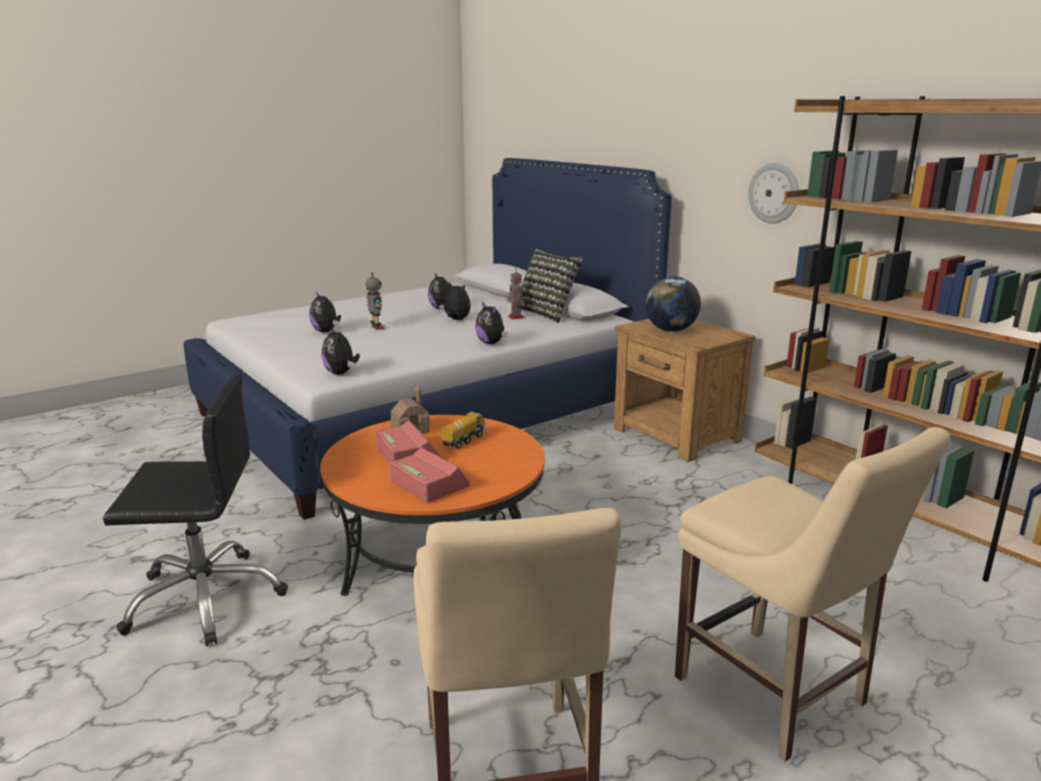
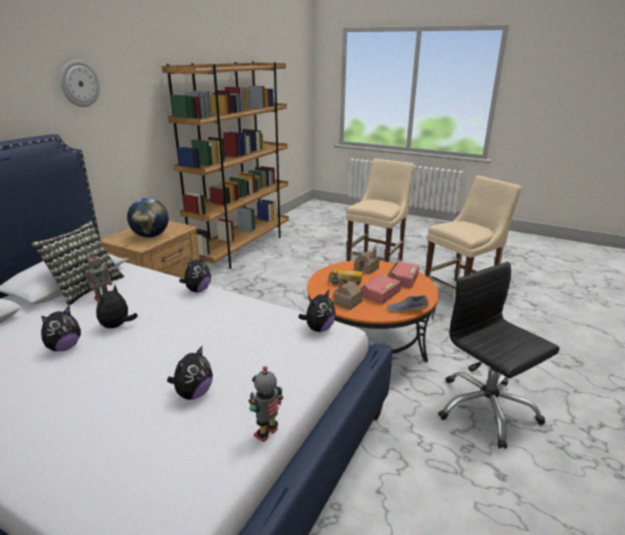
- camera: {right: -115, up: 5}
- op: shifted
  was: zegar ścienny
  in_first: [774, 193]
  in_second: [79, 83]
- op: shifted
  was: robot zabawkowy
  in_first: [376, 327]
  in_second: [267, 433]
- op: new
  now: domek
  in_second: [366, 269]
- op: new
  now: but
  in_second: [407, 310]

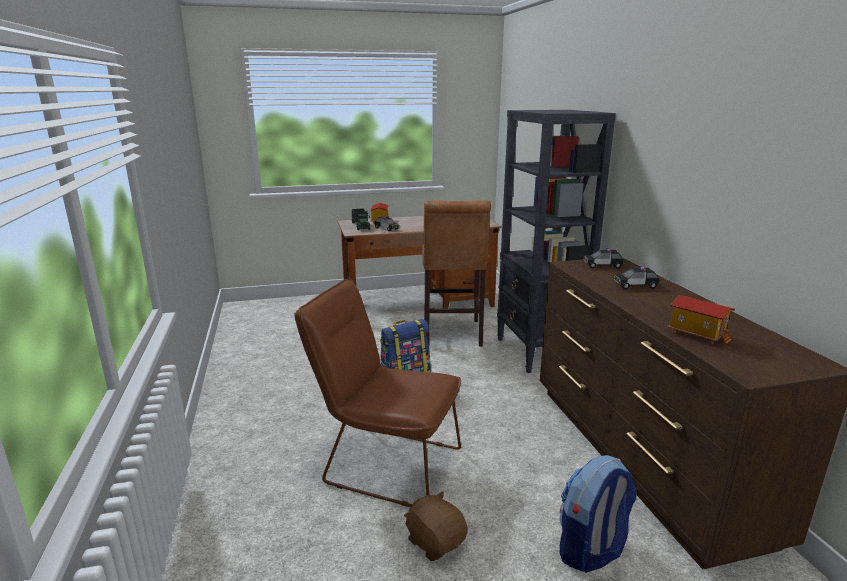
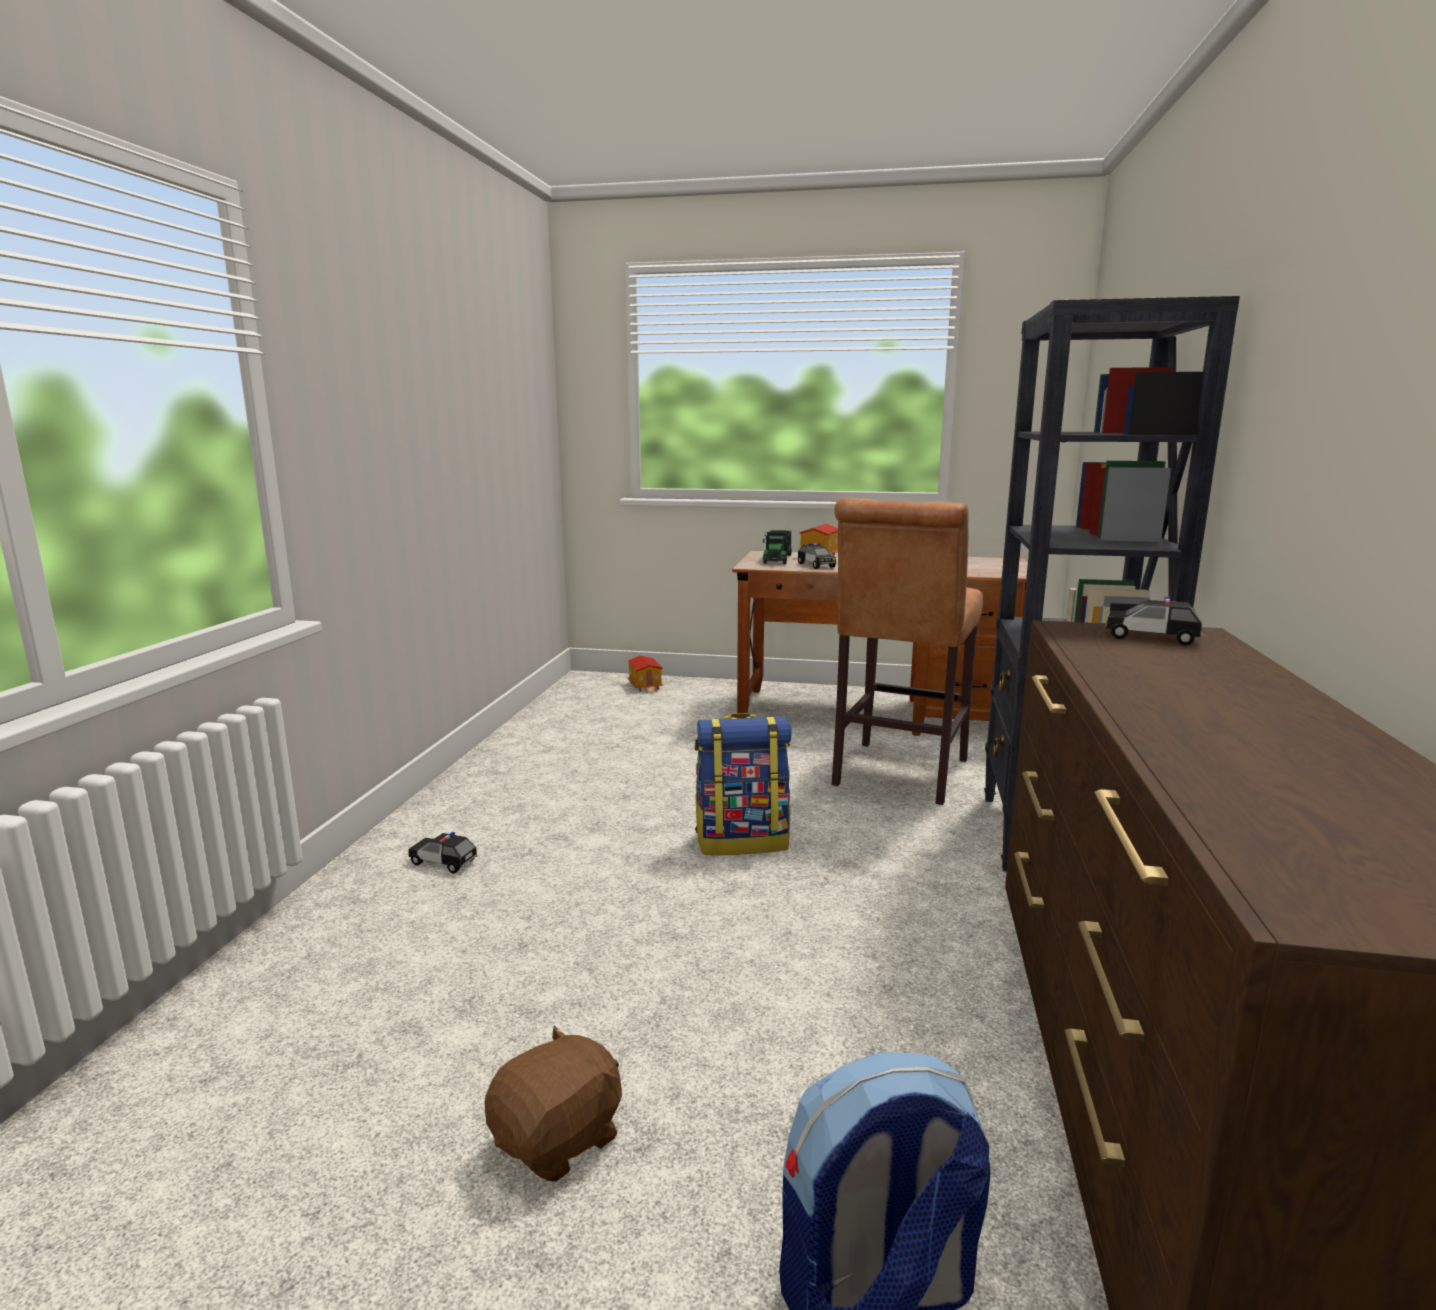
- camera: {right: 25, up: -5}
- op: shifted
  was: samochodzik
  in_first: [635, 286]
  in_second: [444, 862]
- op: gone
  was: krzesło (brązowy)
  in_first: [385, 463]
- op: shifted
  was: domek
  in_first: [697, 334]
  in_second: [646, 686]
- op: rotated
  was: pluszak (brązowy)
  in_first: [435, 541]
  in_second: [559, 1139]
  clockwise: 60

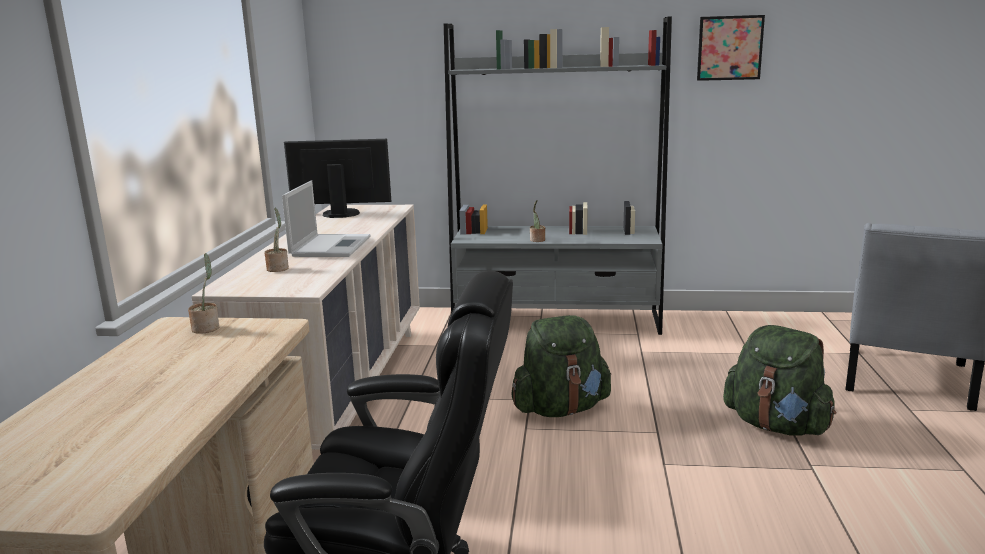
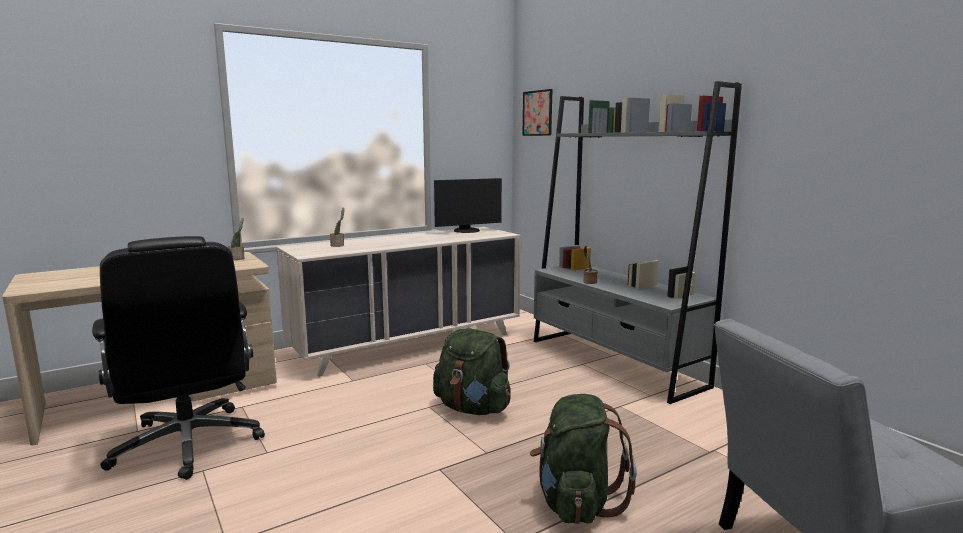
- camera: {right: 50, up: -5}
- op: shifted
  was: obraz
  in_first: [729, 48]
  in_second: [537, 113]
- op: rotated
  was: monitor
  in_first: [341, 213]
  in_second: [467, 231]
  clockwise: 105
- op: gone
  was: laptop
  in_first: [331, 246]

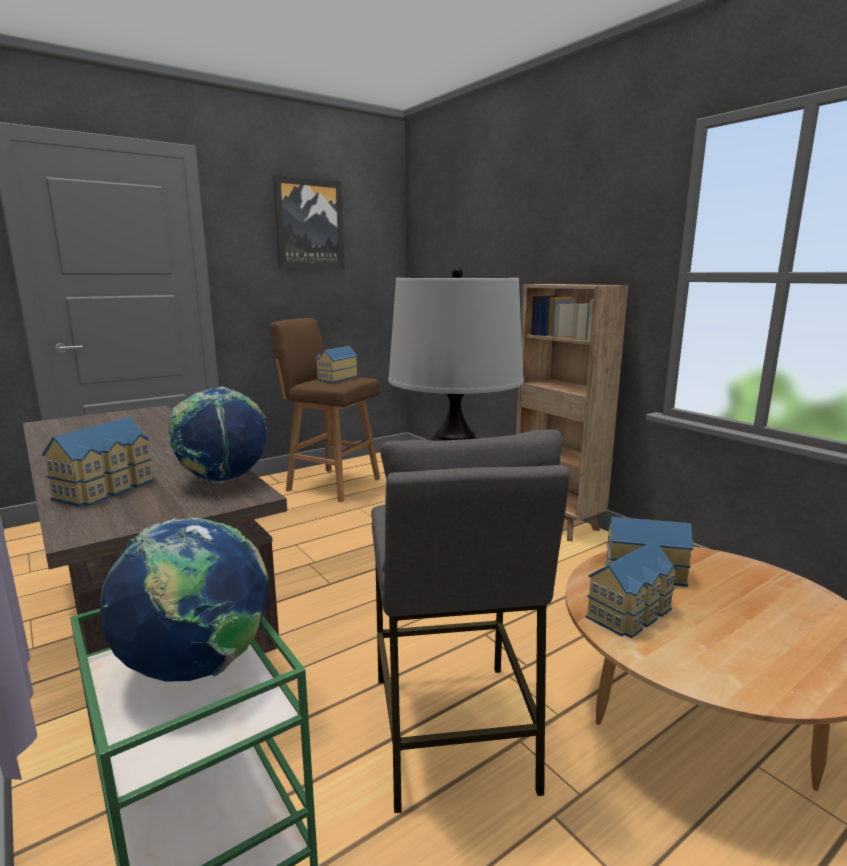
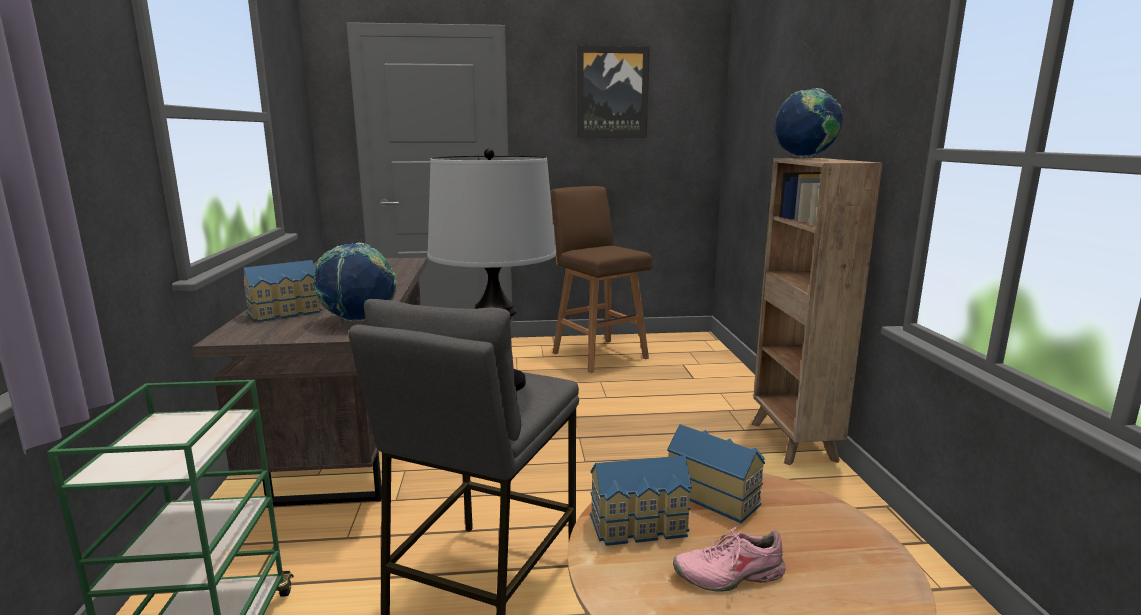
- camera: {right: 30, up: 0}
- op: gone
  was: domek
  in_first: [336, 378]
- op: shifted
  was: globus
  in_first: [198, 668]
  in_second: [805, 158]
- op: new
  now: but (różowy)
  in_second: [728, 574]

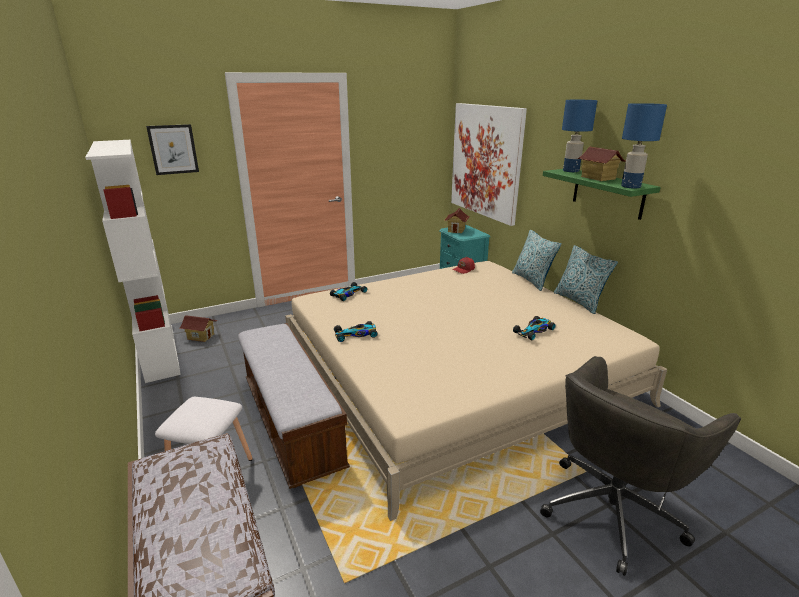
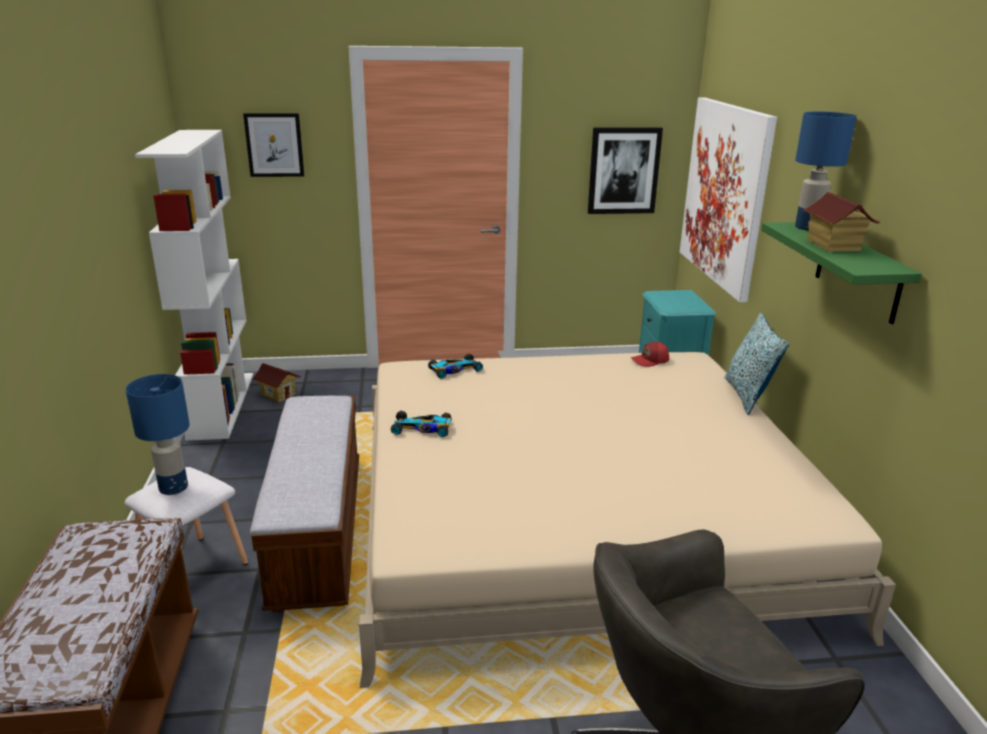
- camera: {right: 20, up: 0}
- op: shifted
  was: lampa stołowa (niebieski)
  in_first: [630, 186]
  in_second: [174, 487]
- op: gone
  was: domek
  in_first: [456, 230]
- op: gone
  was: poduszka
  in_first: [579, 301]
- op: gone
  was: samochodzik
  in_first: [534, 331]
- op: new
  now: obraz
  in_second: [623, 170]

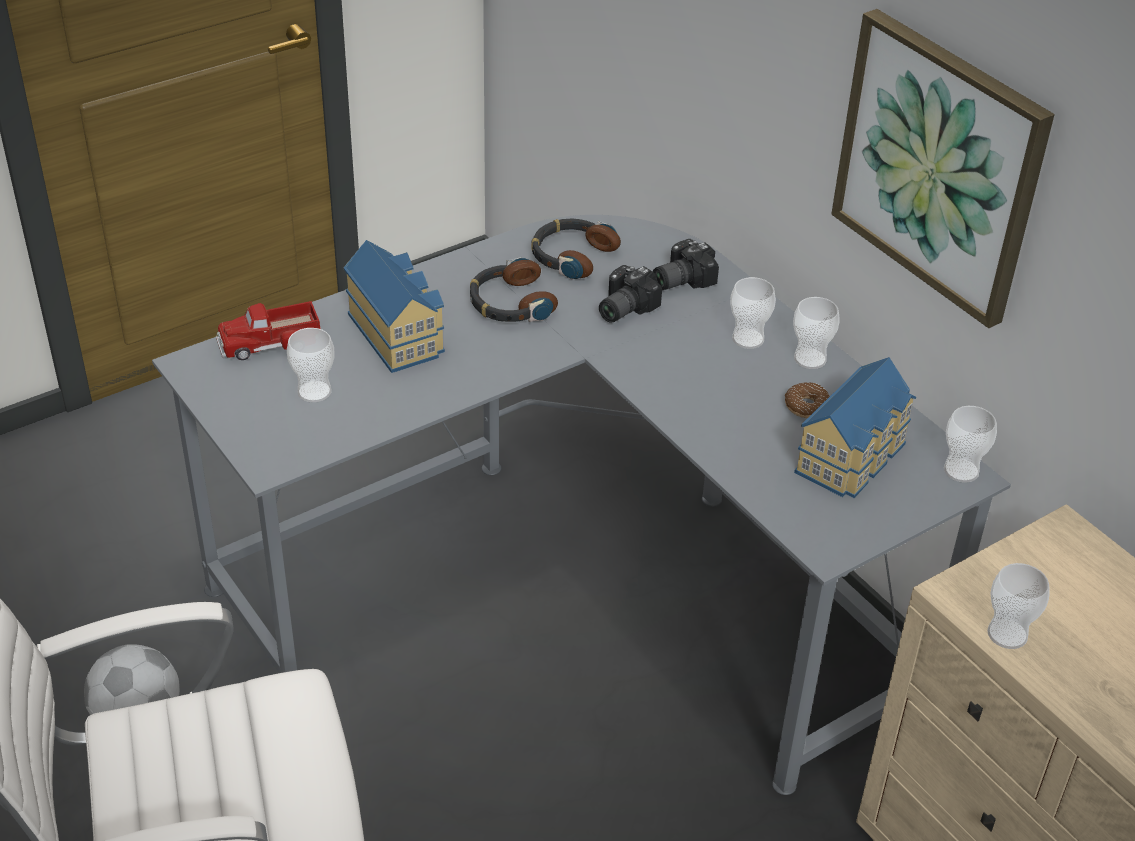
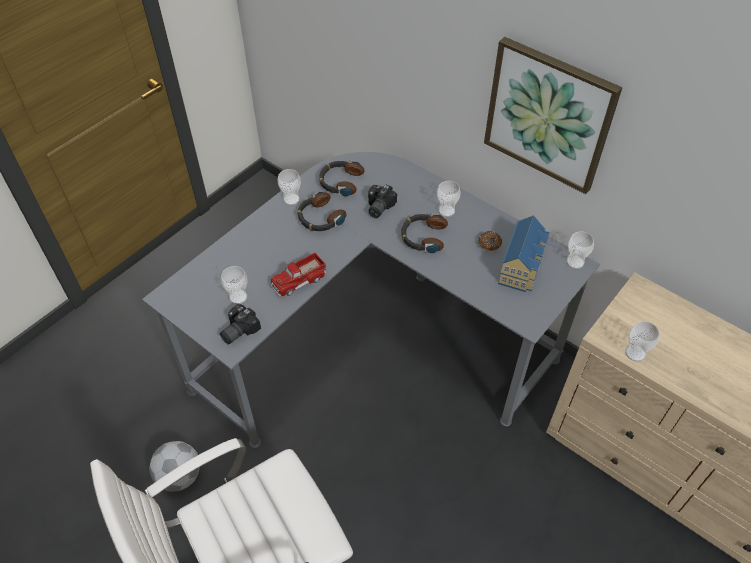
- camera: {right: -15, up: 10}
- op: shifted
  was: aparat fotograficzny
  in_first: [679, 279]
  in_second: [237, 330]
- op: gone
  was: domek
  in_first: [398, 333]
- op: shifted
  was: filiżanka
  in_first: [810, 359]
  in_second: [291, 199]
- op: shifted
  was: ciężarówka zabawkowa
  in_first: [270, 342]
  in_second: [299, 280]
- op: new
  now: słuchawki
  in_second: [423, 237]

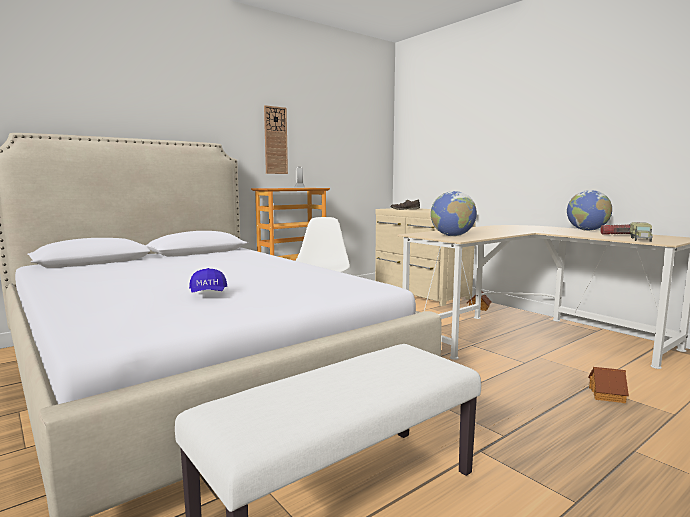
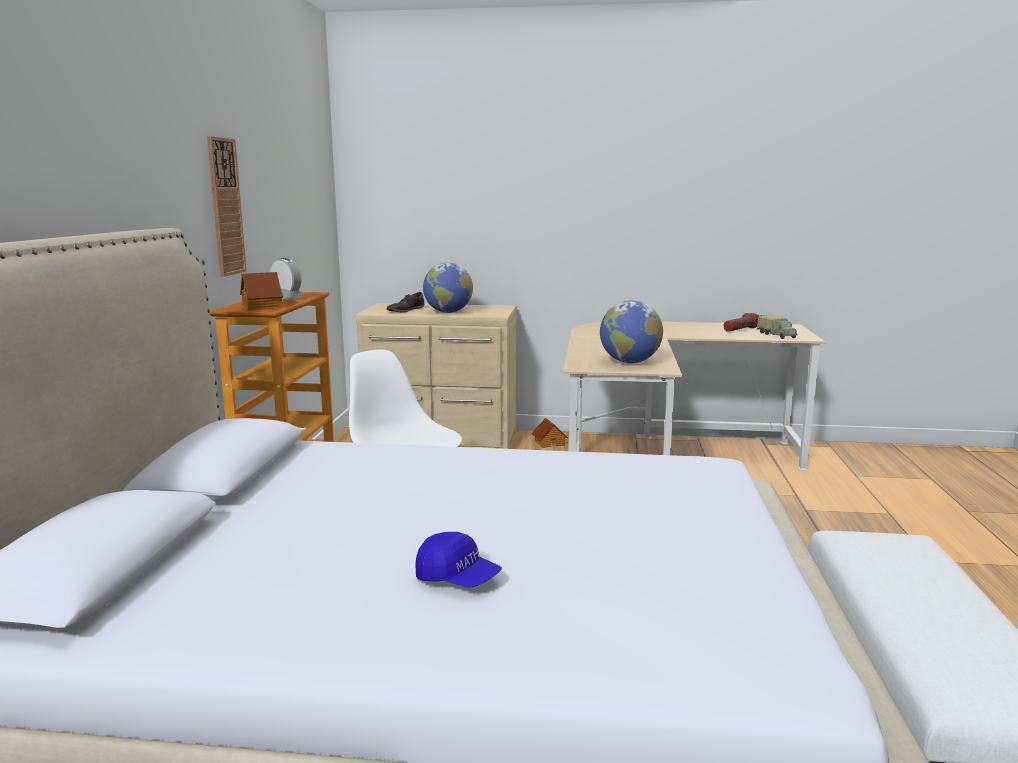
- camera: {right: -45, up: 5}
- op: shifted
  was: globus
  in_first: [587, 230]
  in_second: [448, 312]
- op: shifted
  was: czapka z daszkiem (niebieski)
  in_first: [208, 294]
  in_second: [458, 579]
- op: shifted
  was: domek
  in_first: [607, 395]
  in_second: [263, 306]

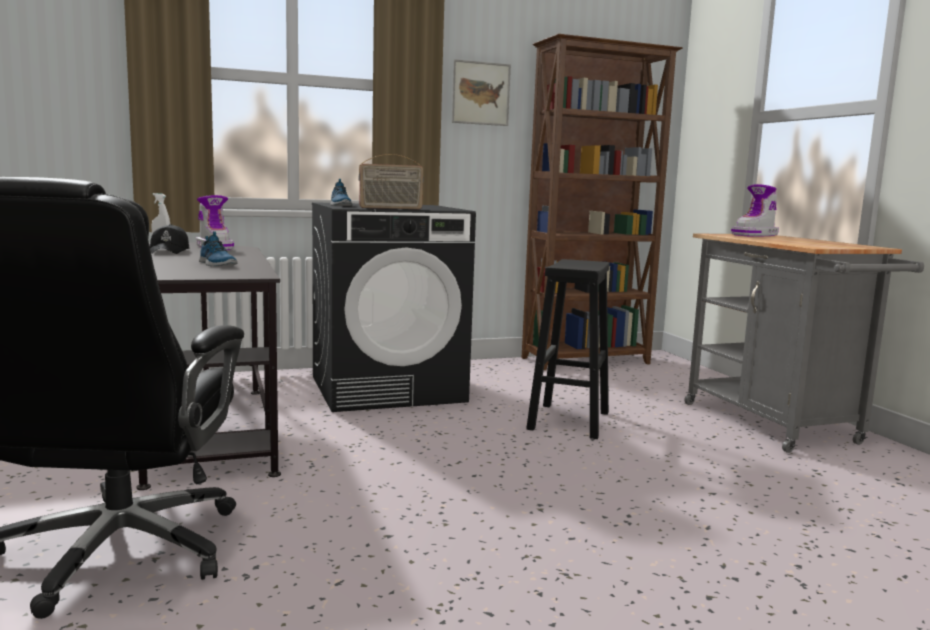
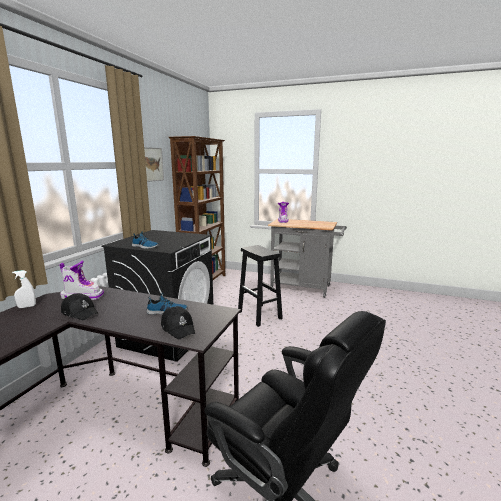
- camera: {right: -50, up: 5}
- op: gone
  was: radio
  in_first: [390, 208]
- op: new
  now: czapka z daszkiem (czarny)
  in_second: [178, 328]

